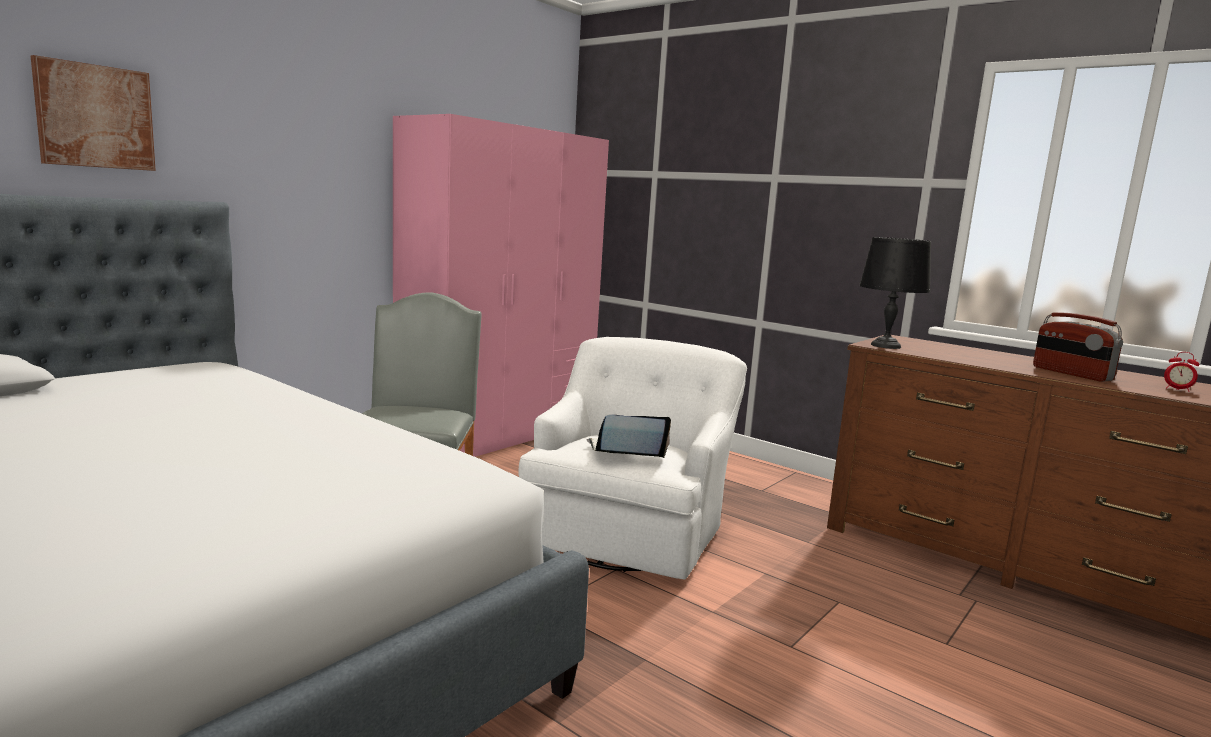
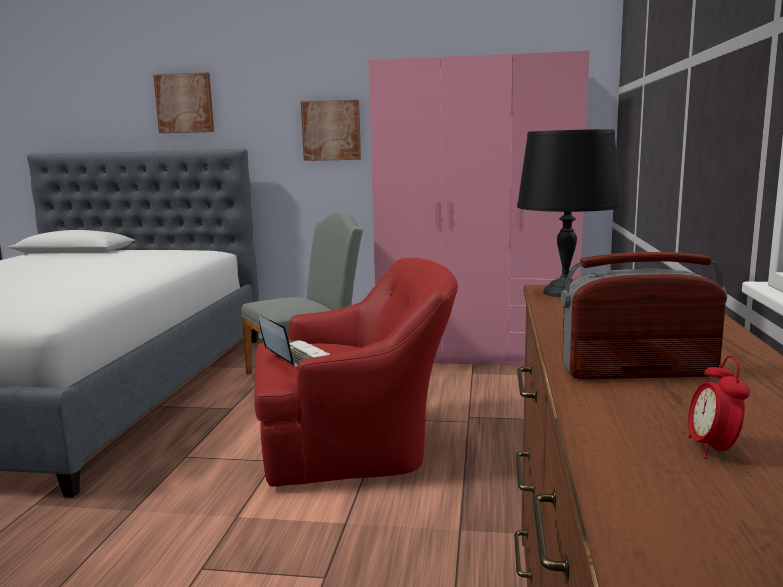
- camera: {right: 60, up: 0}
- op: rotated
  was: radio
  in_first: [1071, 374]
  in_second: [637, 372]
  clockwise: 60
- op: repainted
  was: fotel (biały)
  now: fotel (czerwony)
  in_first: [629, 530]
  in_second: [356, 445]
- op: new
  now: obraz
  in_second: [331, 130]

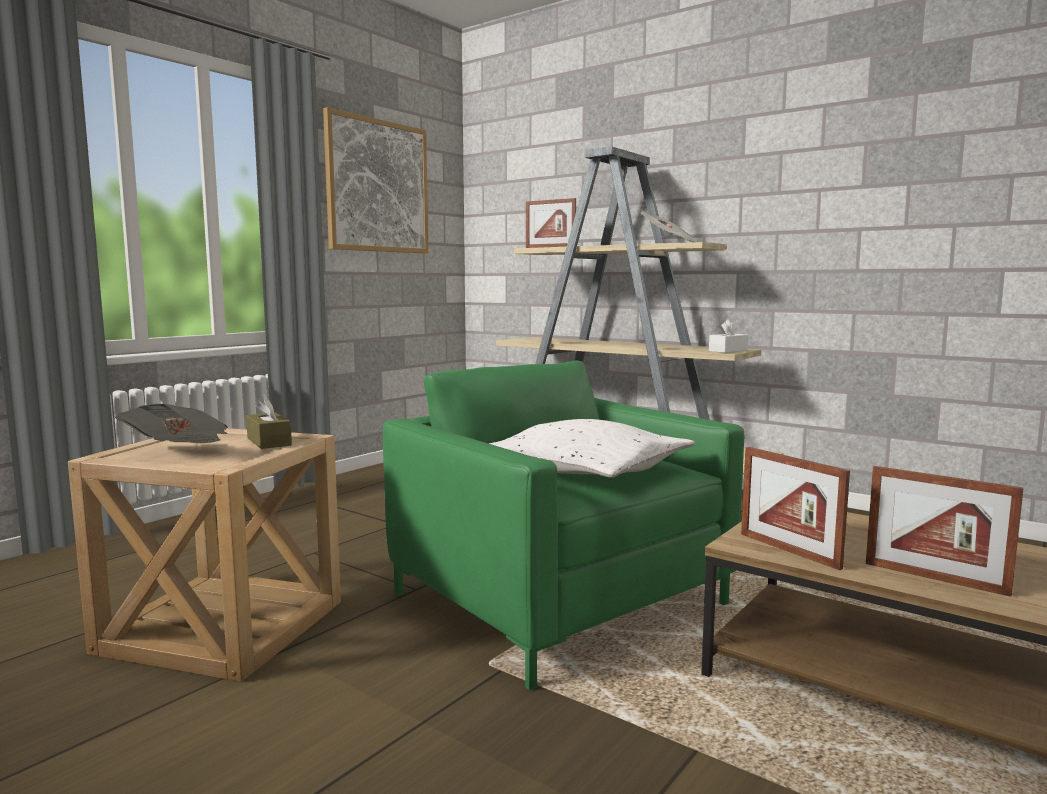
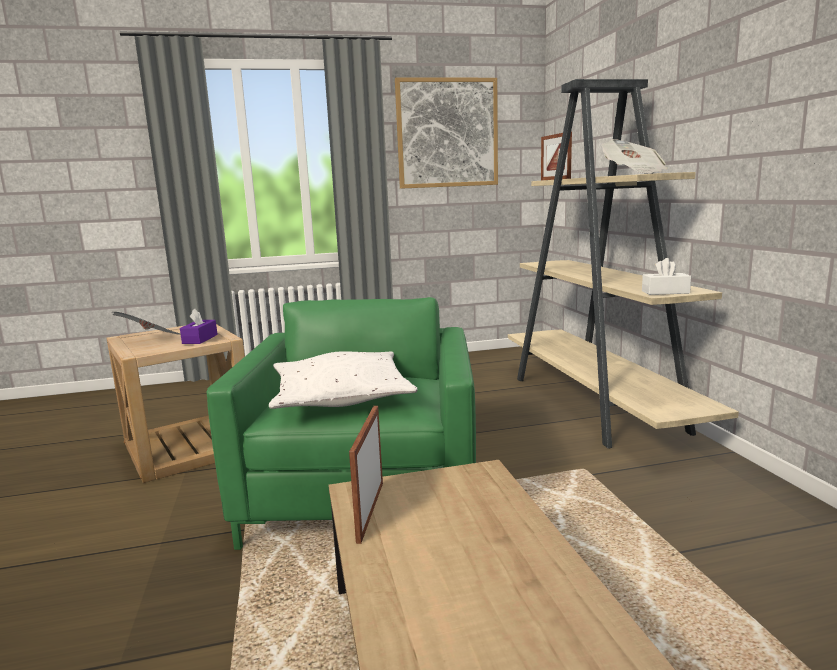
- camera: {right: 40, up: 5}
- op: repainted
  was: pudełko chusteczek (brązowy)
  now: pudełko chusteczek (fioletowy)
  in_first: [269, 442]
  in_second: [200, 339]
- op: gone
  was: ramka na zdjęcie
  in_first: [934, 578]

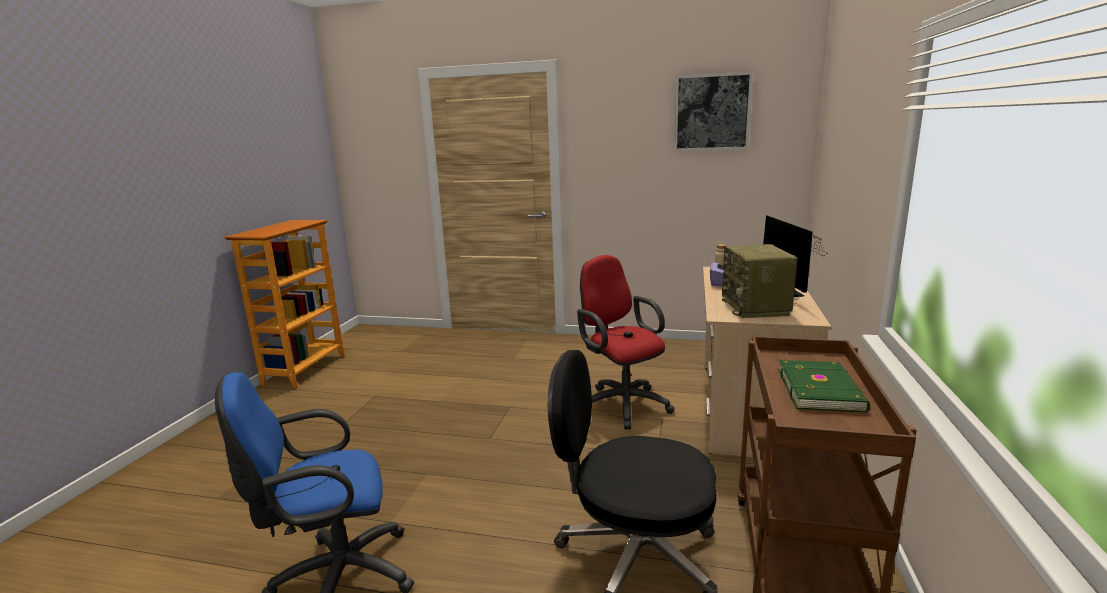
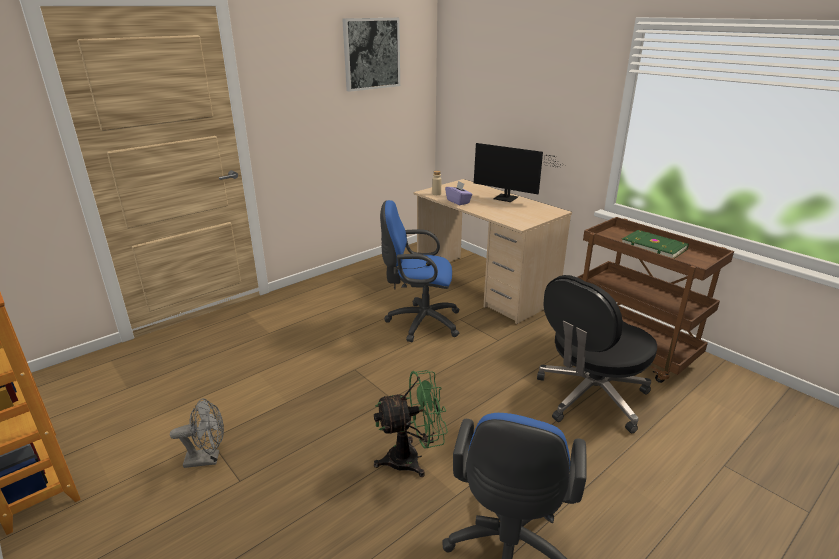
- camera: {right: -55, up: 10}
- op: gone
  was: radio
  in_first: [756, 308]
- op: repainted
  was: krzesło biurowe (czerwony)
  now: krzesło biurowe (niebieski)
  in_first: [622, 403]
  in_second: [420, 322]
- op: new
  now: wentylator (zielony)
  in_second: [412, 458]
- op: new
  now: wentylator (szary)
  in_second: [208, 459]

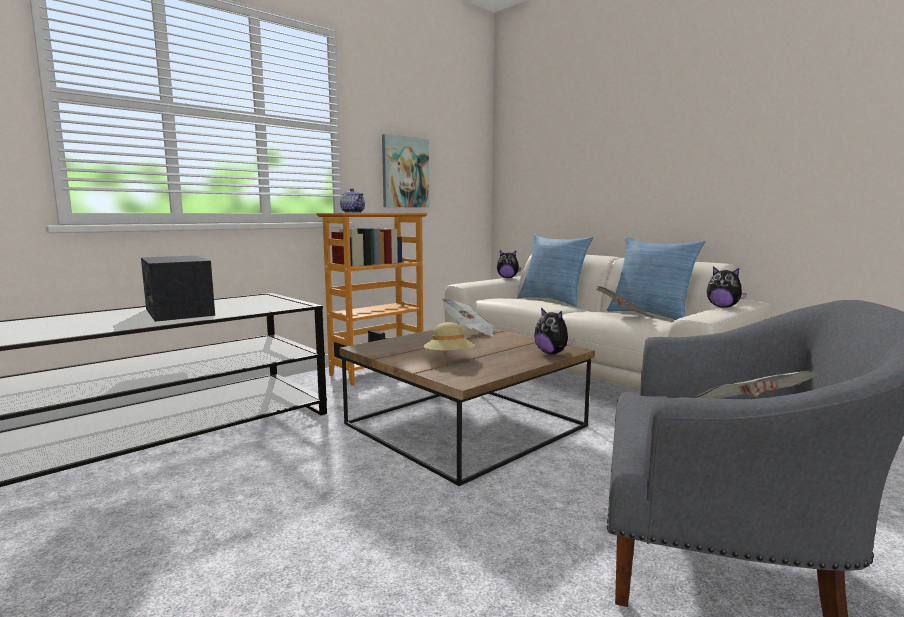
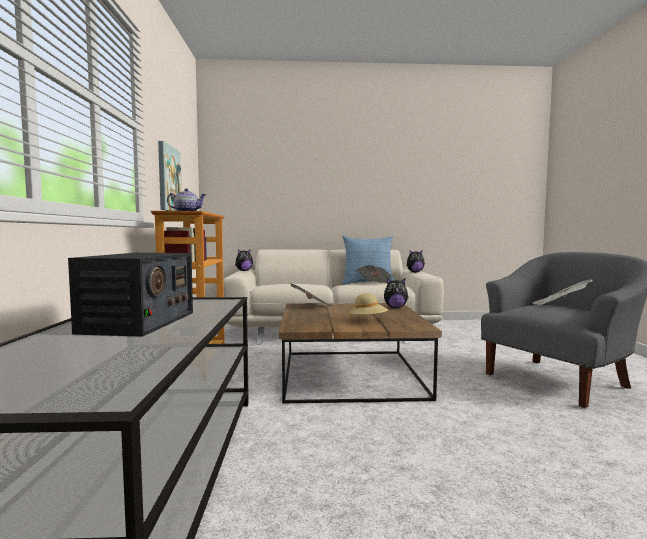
- camera: {right: -50, up: -5}
- op: gone
  was: poduszka
  in_first: [553, 300]
- op: rotated
  was: radio
  in_first: [179, 312]
  in_second: [139, 322]
  clockwise: -90

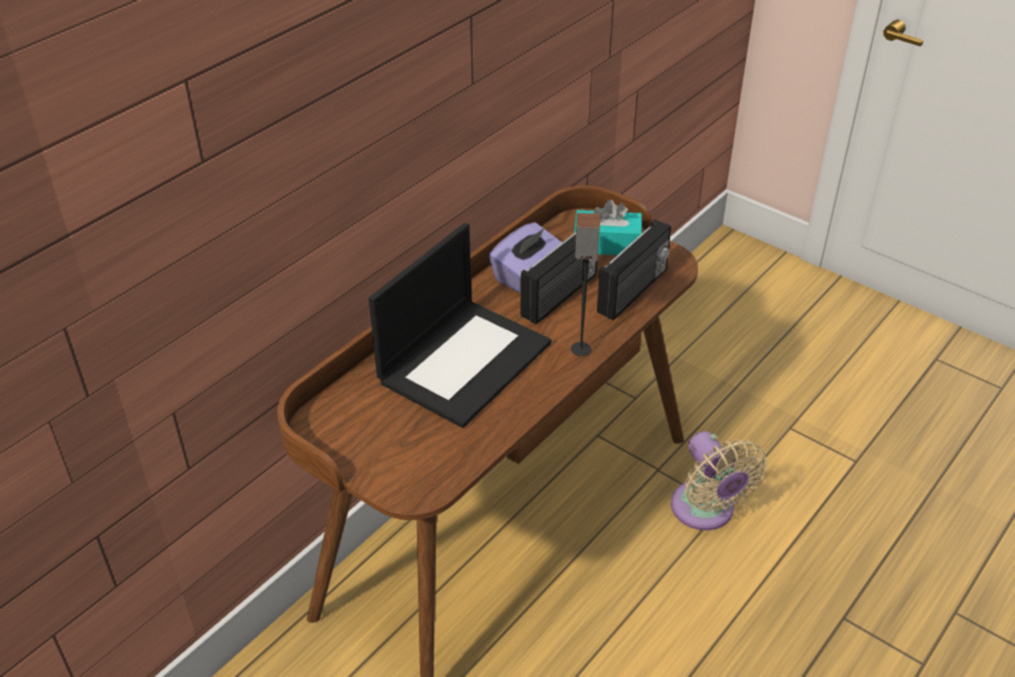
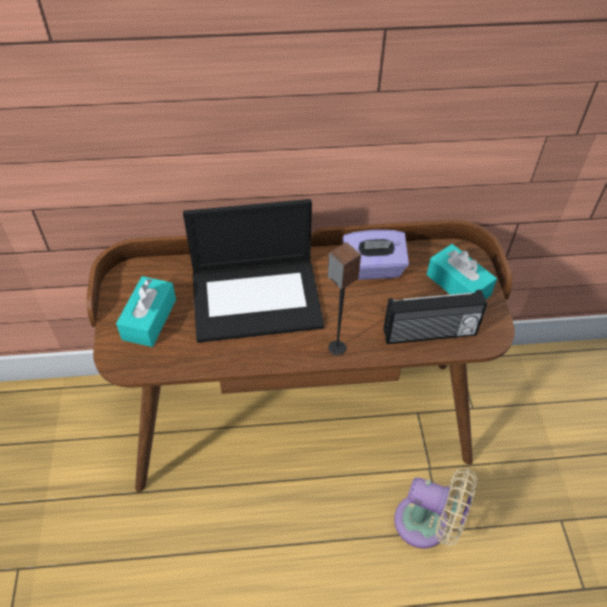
- camera: {right: 45, up: 10}
- op: gone
  was: radio
  in_first: [560, 296]
- op: rotated
  was: wentylator (beżowy)
  in_first: [705, 511]
  in_second: [427, 524]
  clockwise: -90
- op: new
  now: pudełko chusteczek (turkusowy)
  in_second: [149, 319]

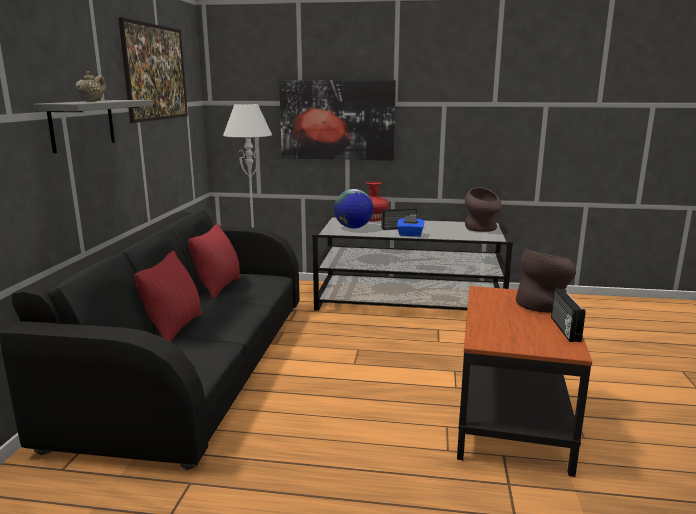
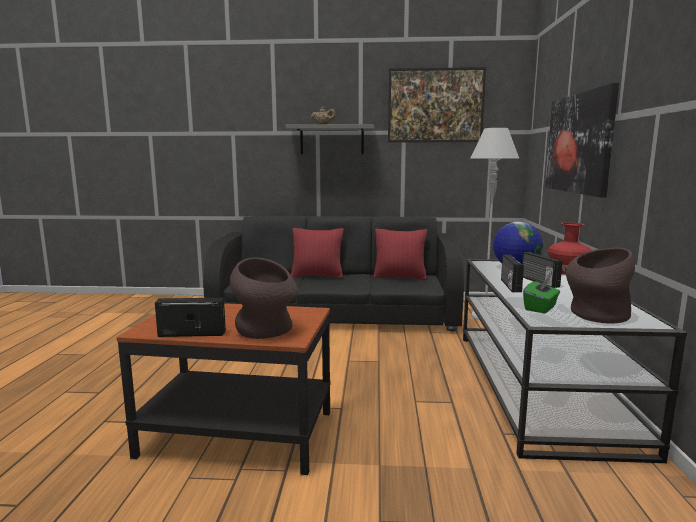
- camera: {right: 85, up: -5}
- op: swapped
  was: pudełko chusteczek (niebieski)
  now: radio
  in_first: [410, 235]
  in_second: [509, 285]
- op: new
  now: pudełko chusteczek (zielony)
  in_second: [540, 308]

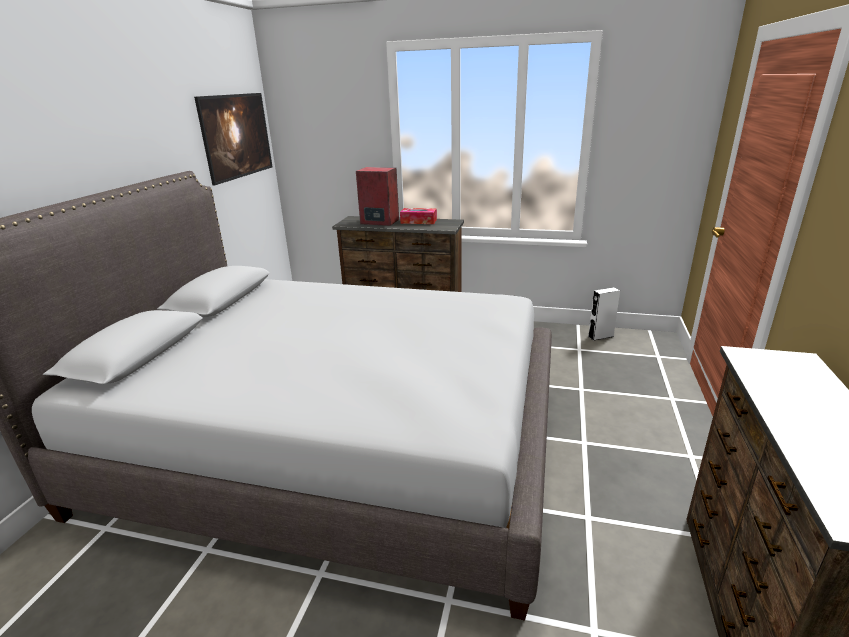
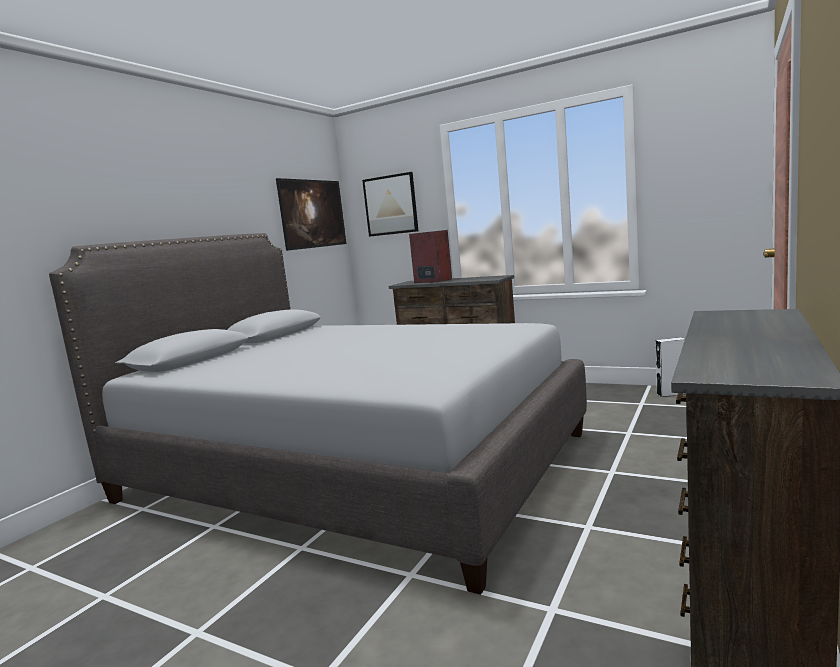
- camera: {right: 15, up: -15}
- op: gone
  was: pudełko chusteczek
  in_first: [418, 221]
- op: new
  now: obraz
  in_second: [390, 205]

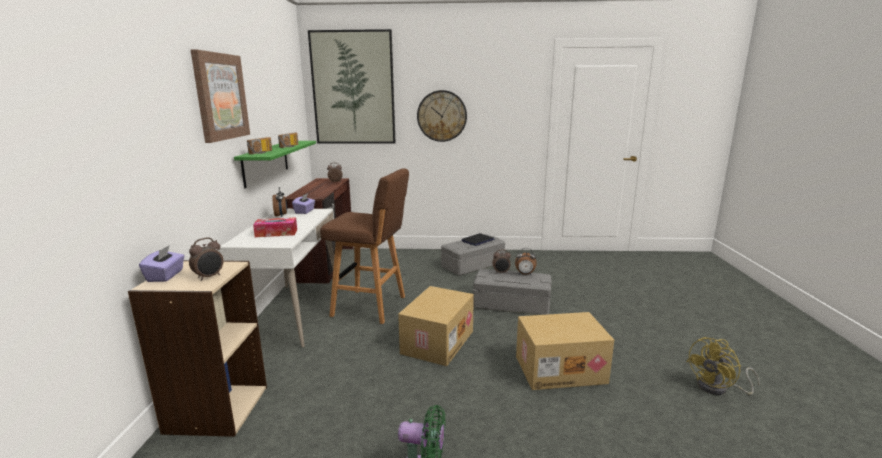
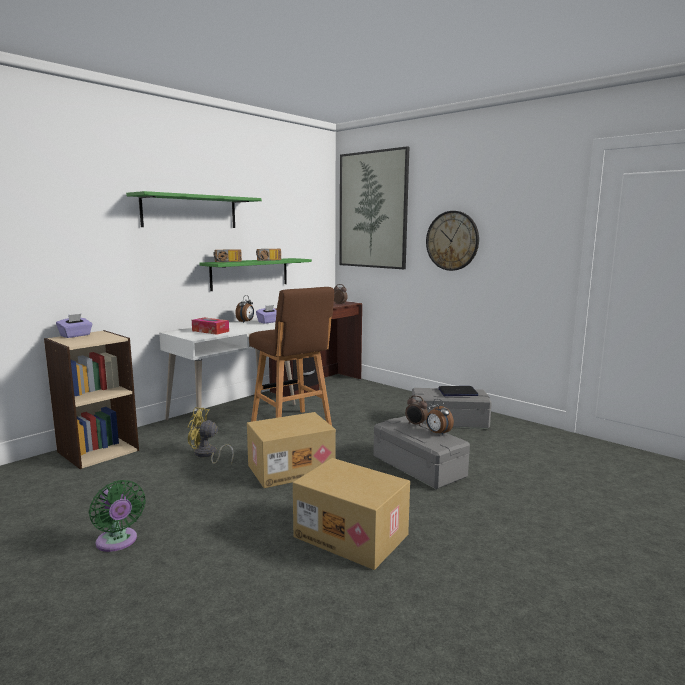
- camera: {right: 40, up: -5}
- op: swapped
  was: obraz
  now: półka (zielony)
  in_first: [220, 96]
  in_second: [190, 212]
- op: gone
  was: budzik
  in_first: [209, 277]
- op: shifted
  was: wentylator (żółty)
  in_first: [718, 388]
  in_second: [207, 455]

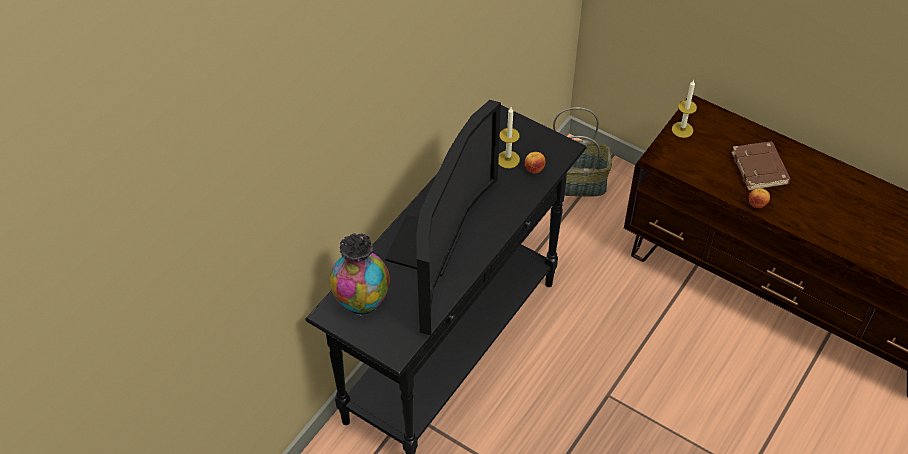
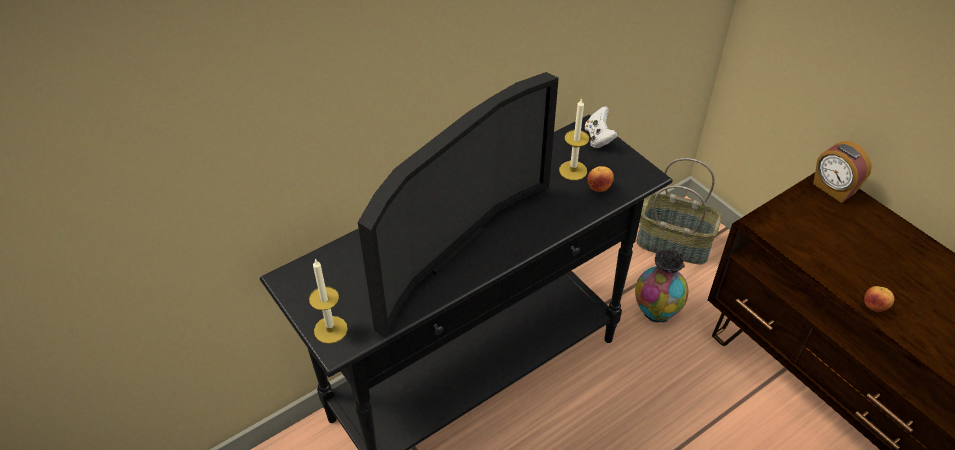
- camera: {right: 20, up: -5}
- op: shifted
  was: świeca
  in_first: [682, 129]
  in_second: [330, 329]
- op: gone
  was: książka (brązowy)
  in_first: [760, 169]
- op: shifted
  was: wazon
  in_first: [362, 300]
  in_second: [656, 310]
- op: new
  now: pad do gier (biały)
  in_second: [598, 138]
- op: new
  now: budzik
  in_second: [833, 189]

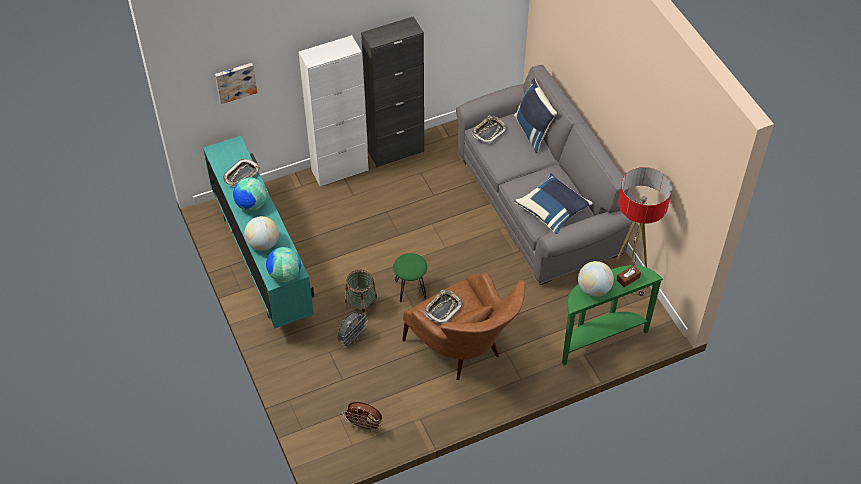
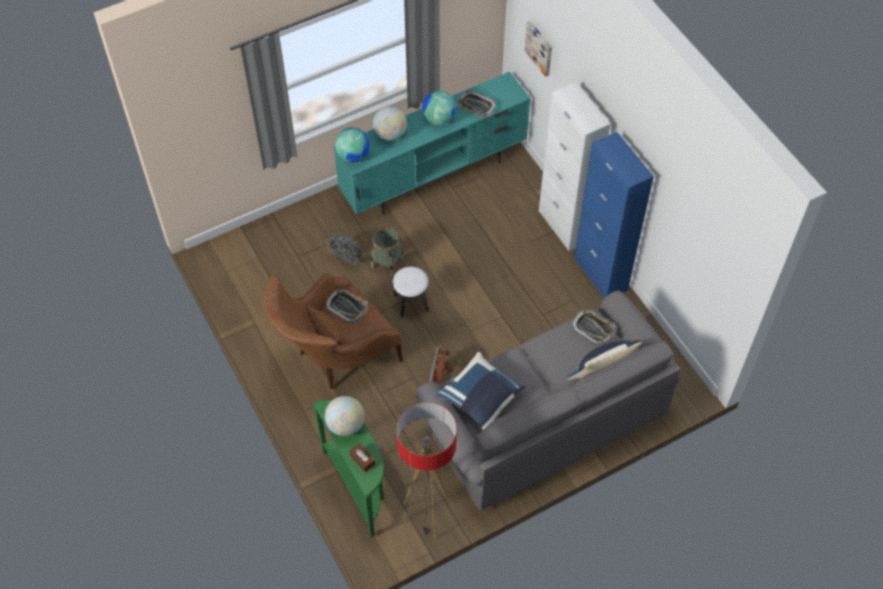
- camera: {right: 85, up: 5}
- op: repainted
  was: szafka (czarny)
  now: szafka (niebieski)
  in_first: [396, 151]
  in_second: [600, 274]
- op: repainted
  was: stołek (zielony)
  now: stołek (biały)
  in_first: [410, 289]
  in_second: [411, 303]
- op: shifted
  was: wentylator (brązowy)
  in_first: [364, 425]
  in_second: [440, 377]

